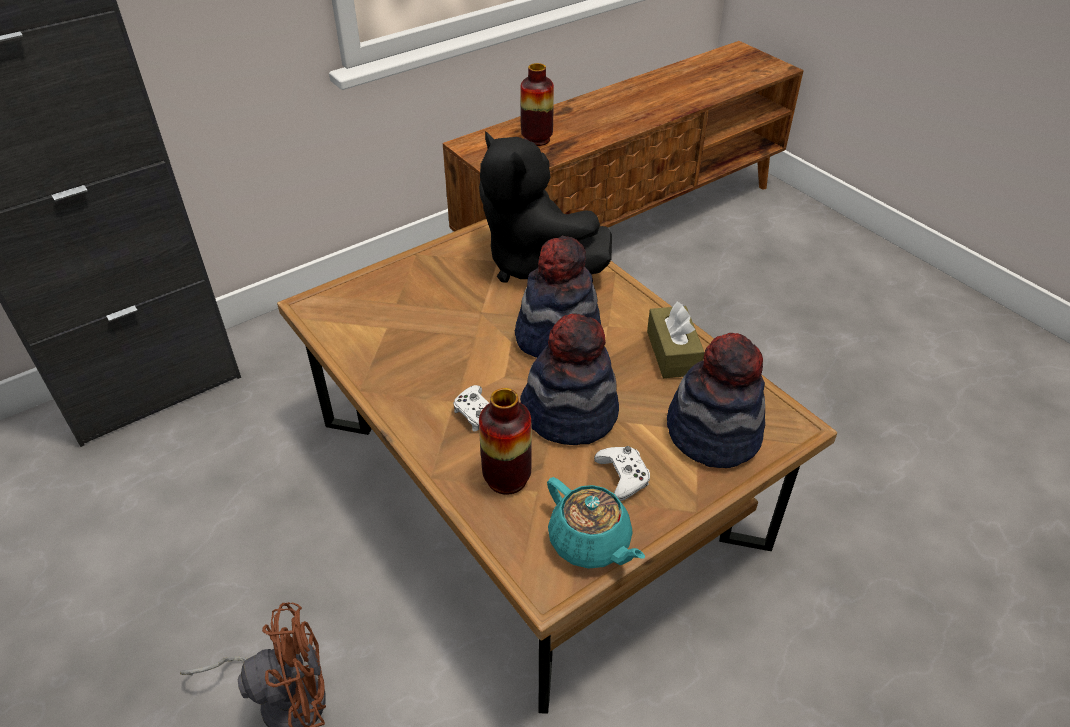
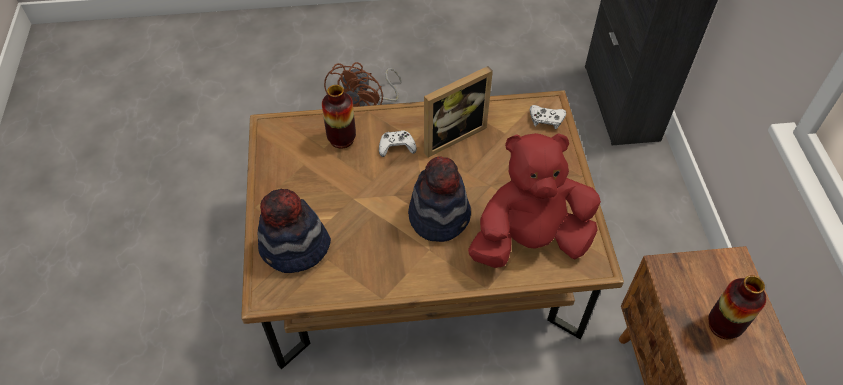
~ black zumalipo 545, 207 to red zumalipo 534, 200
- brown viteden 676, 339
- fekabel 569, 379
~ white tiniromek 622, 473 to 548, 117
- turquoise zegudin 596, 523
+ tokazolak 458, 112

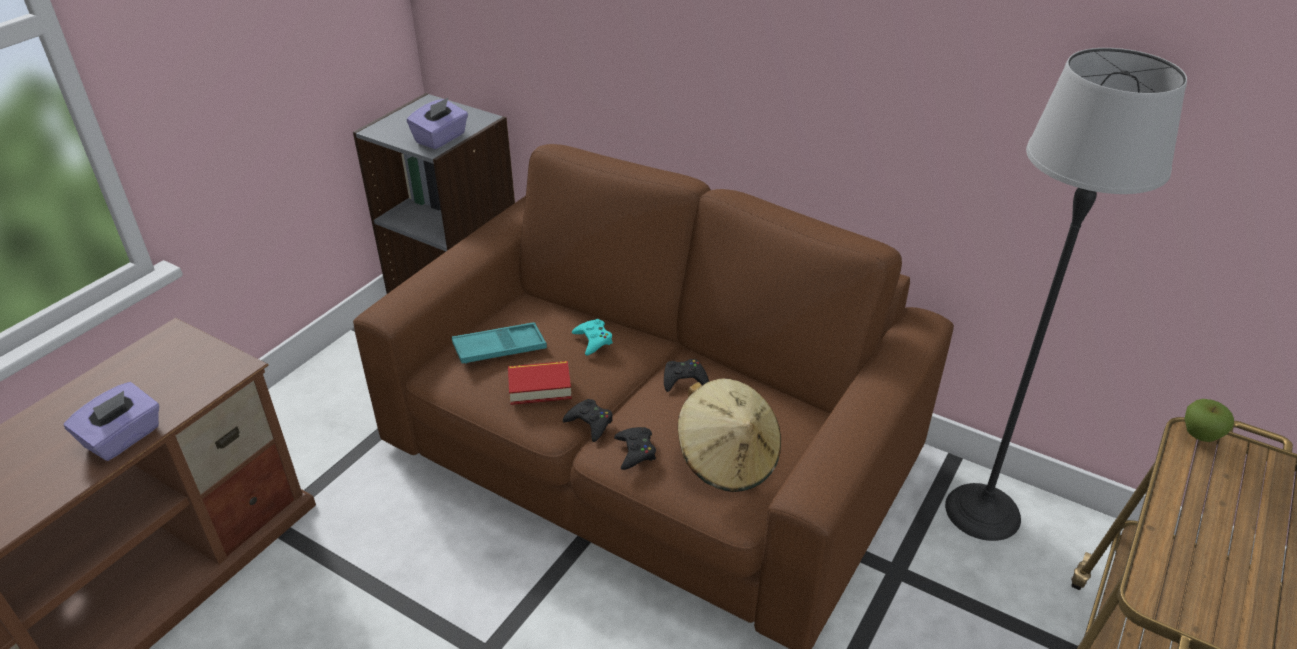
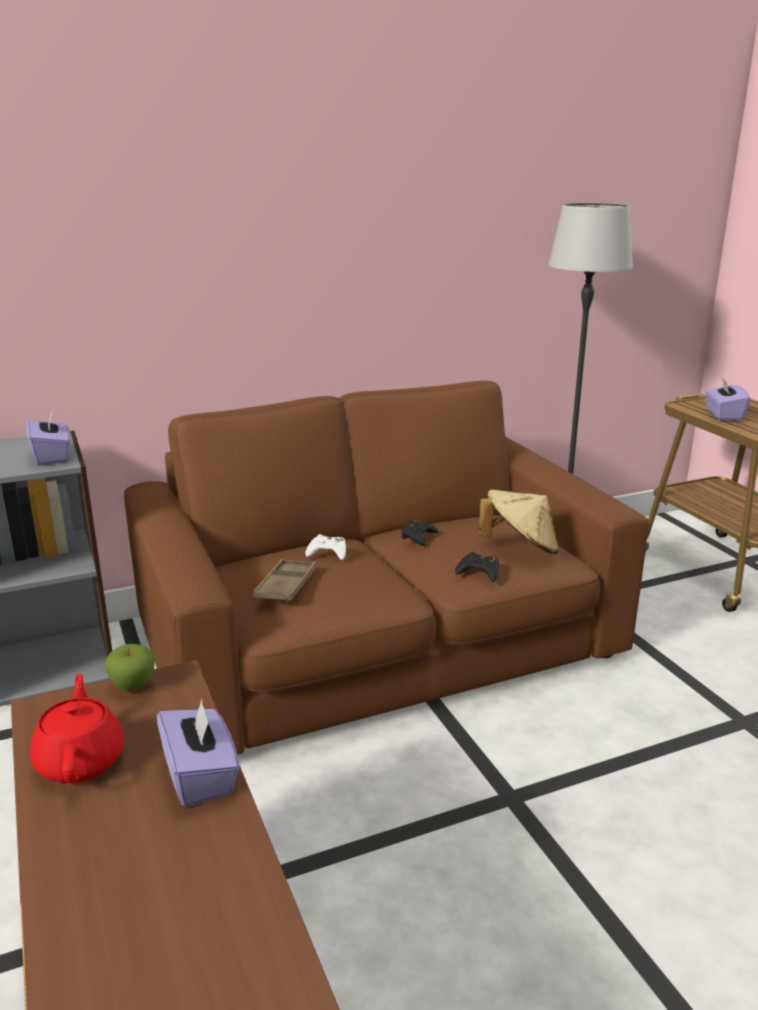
~ turquoise tiniromek 592, 337 to white tiniromek 325, 547
~ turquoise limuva 499, 343 to brown limuva 285, 581
- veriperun 540, 383
- black tiniromek 588, 420
~ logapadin 1209, 420 to 130, 667
+ purple viteden 727, 399
+ red zegudin 77, 728

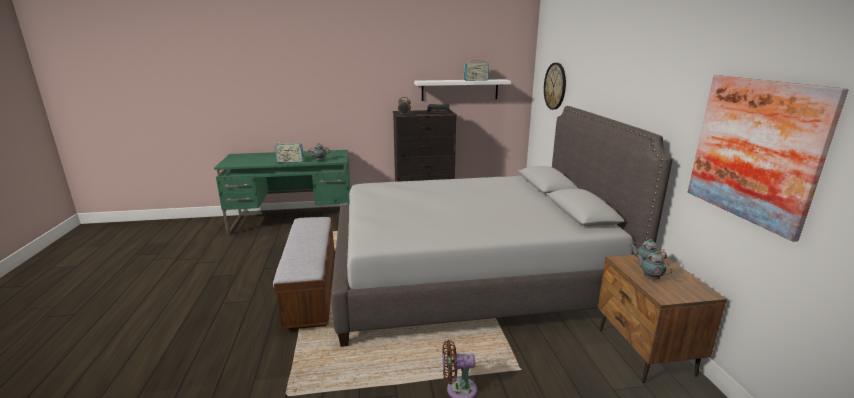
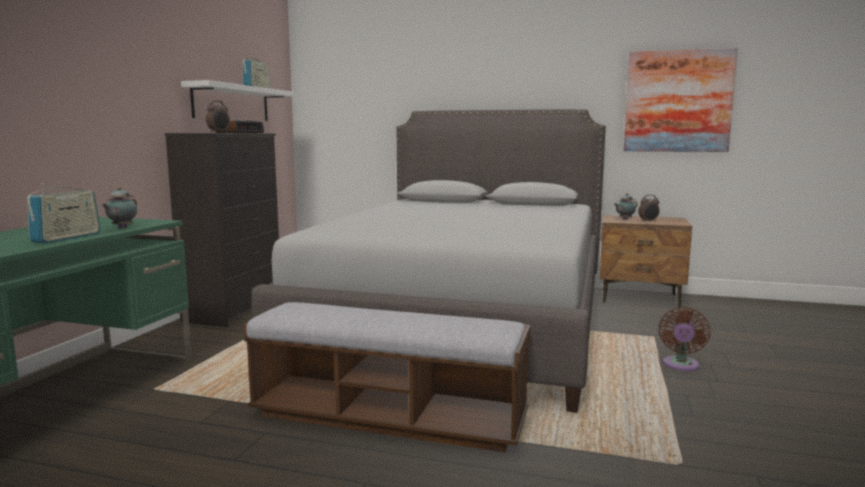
- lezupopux 555, 86
~ zegudin 654, 265 to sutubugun 649, 208

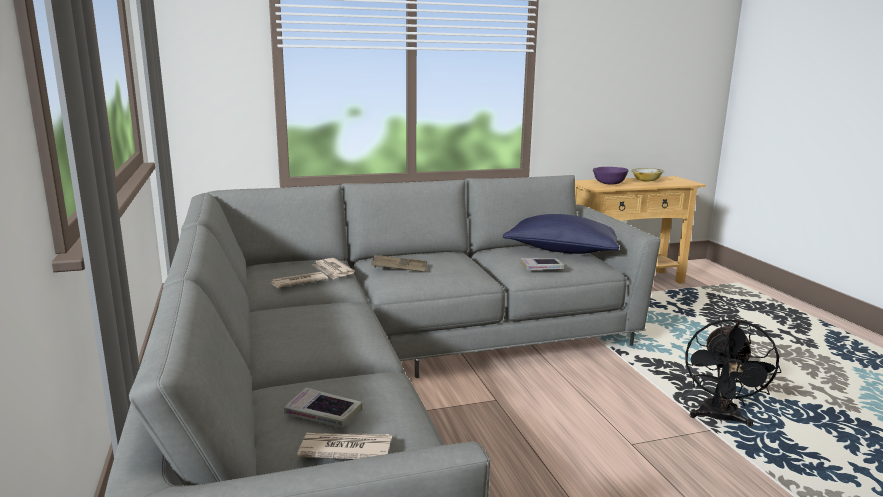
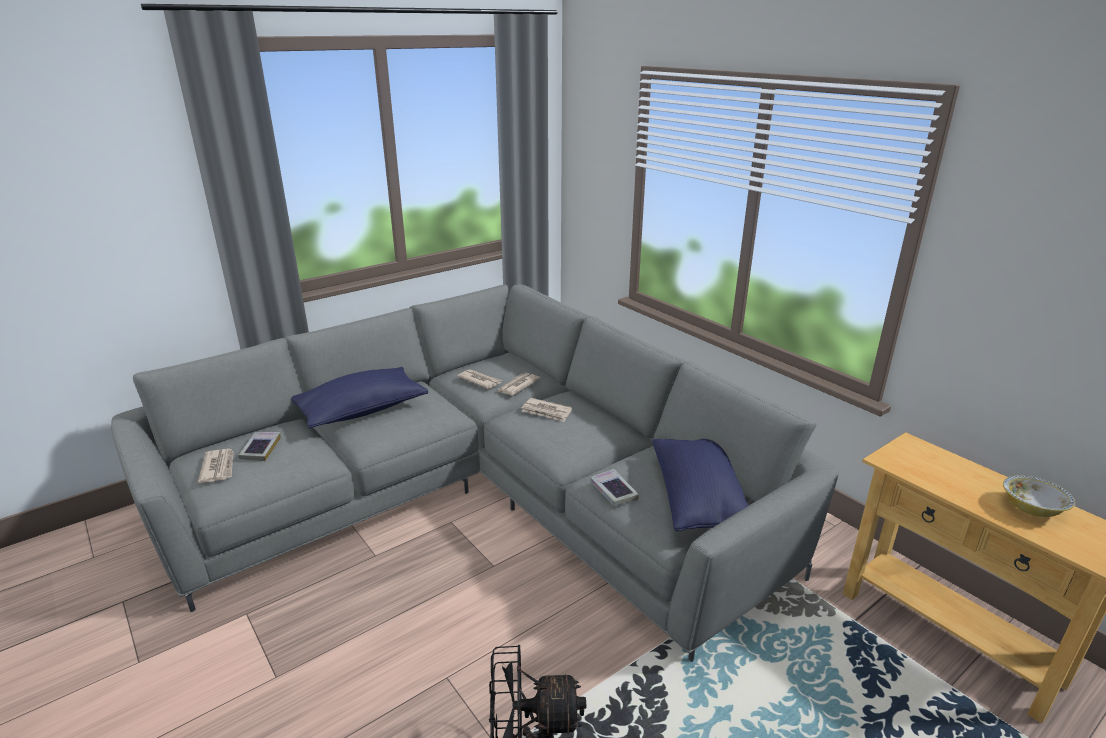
- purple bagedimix 610, 176
~ brown limuva 399, 263 to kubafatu 546, 410
+ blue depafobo 359, 397

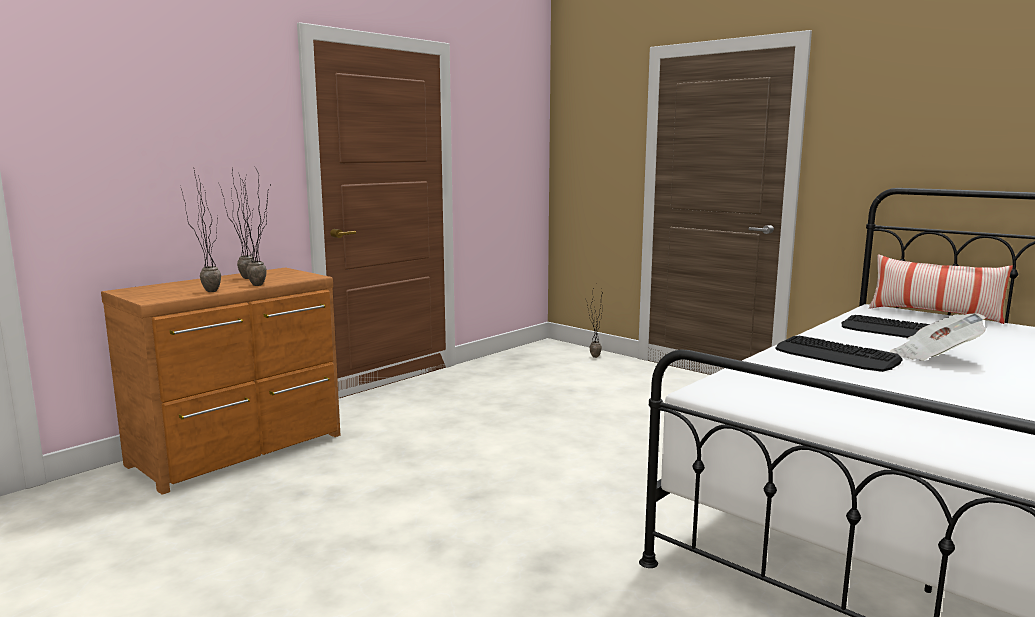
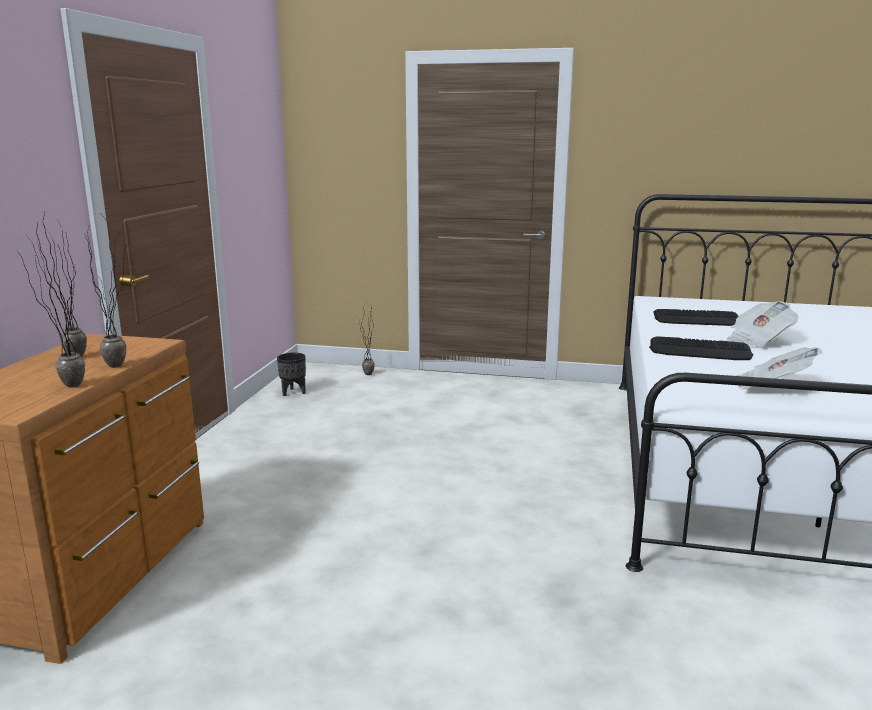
- depafobo 941, 289
+ kubafatu 779, 368
+ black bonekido 291, 374

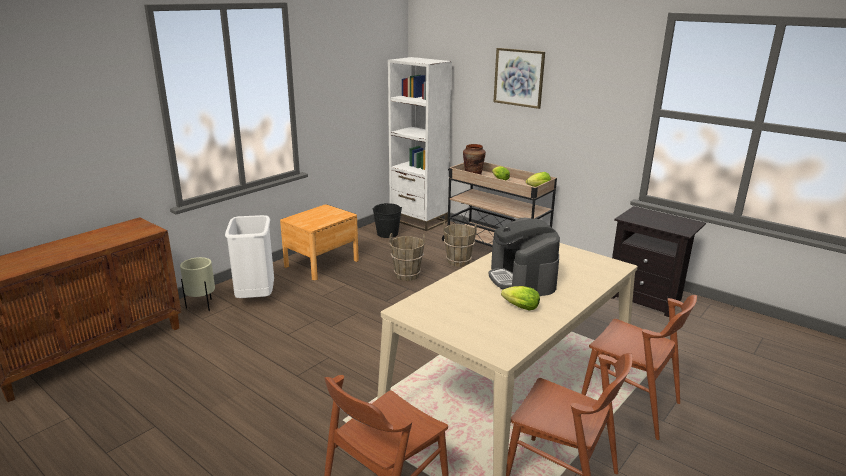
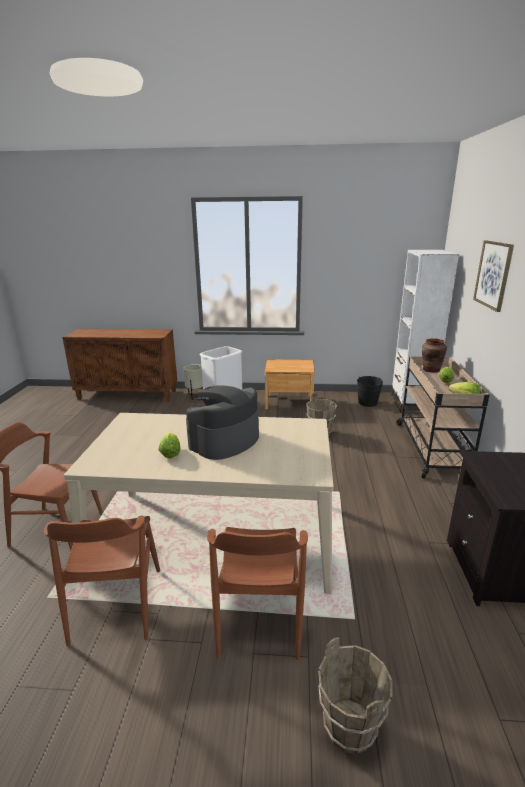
~ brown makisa 460, 244 to 355, 695

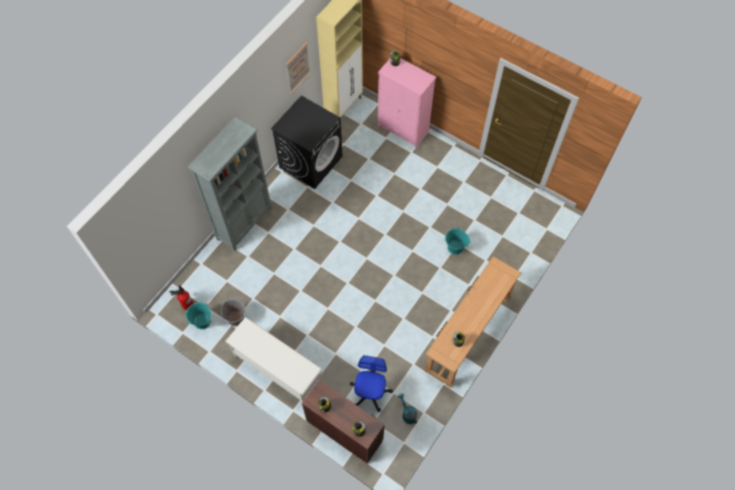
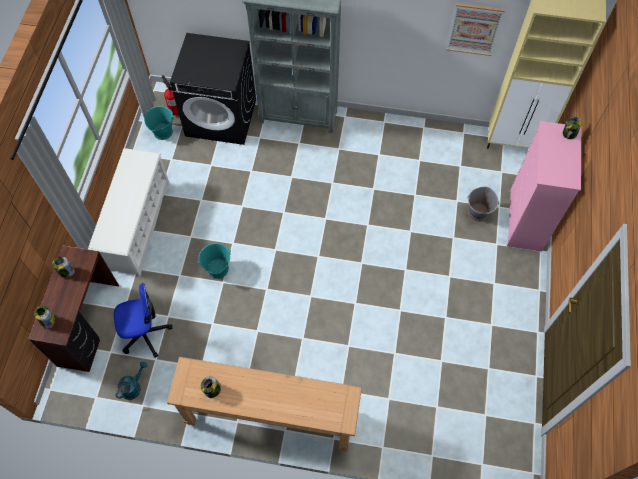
~ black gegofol 307, 142 to 213, 89
~ turquoise makisa 457, 241 to 214, 260
~ grey makisa 233, 313 to 483, 204

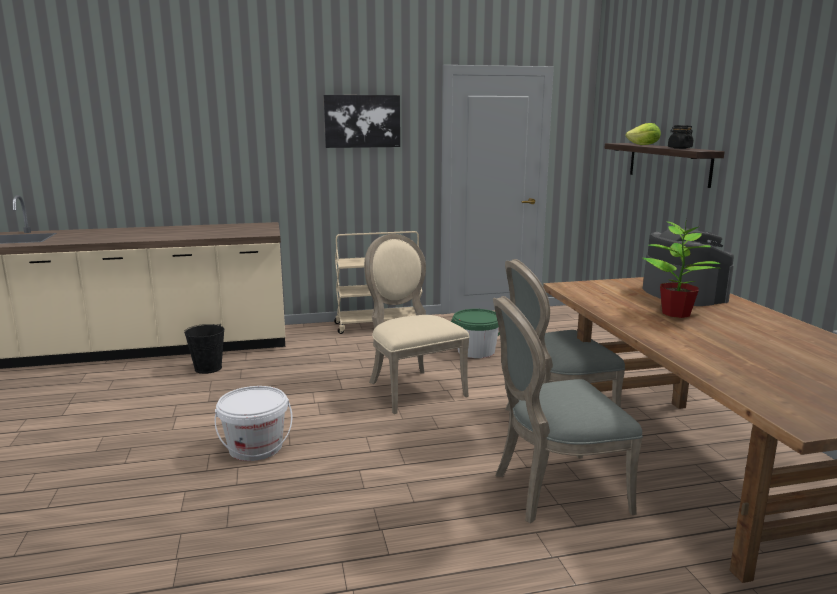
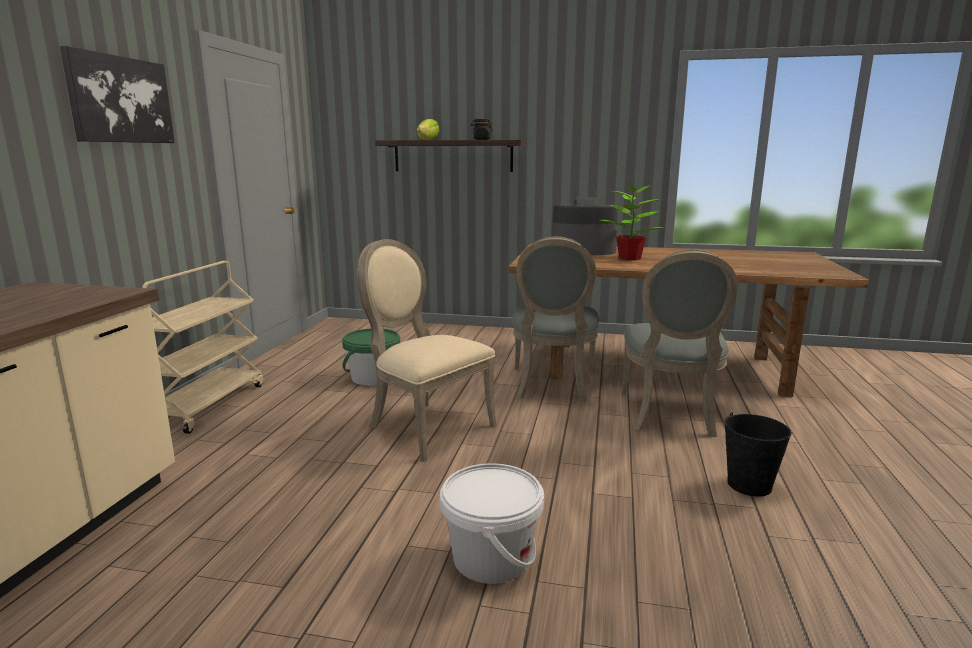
~ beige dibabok 417, 324 = 426, 350 45 degrees clockwise
~ black makisa 204, 349 to 758, 454

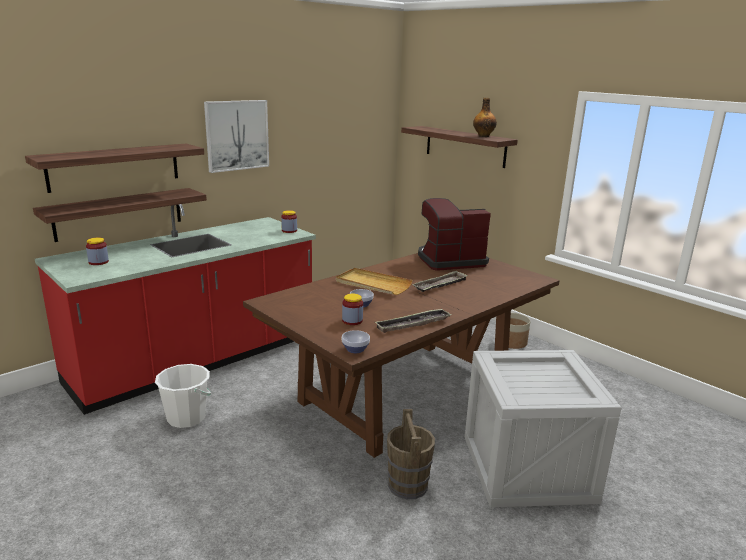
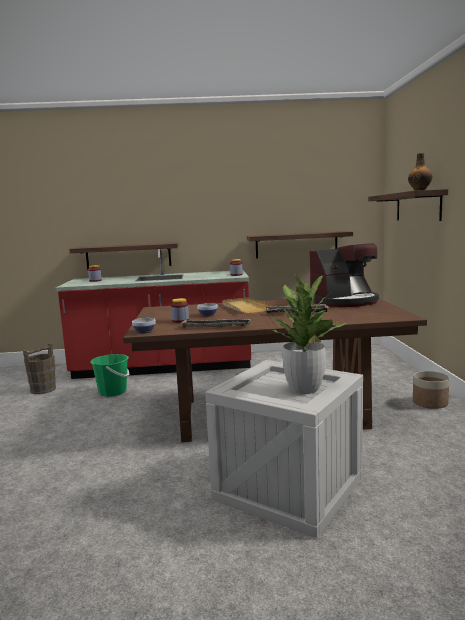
- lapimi 236, 136
~ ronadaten 114, 168 to 300, 245
~ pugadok 454, 234 = 344, 275 135 degrees clockwise
~ white makisa 183, 396 to green makisa 110, 375
~ brown makisa 411, 454 to 39, 368
+ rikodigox 306, 334

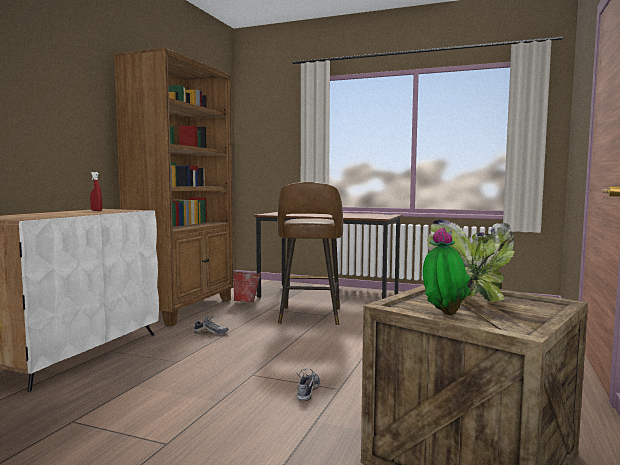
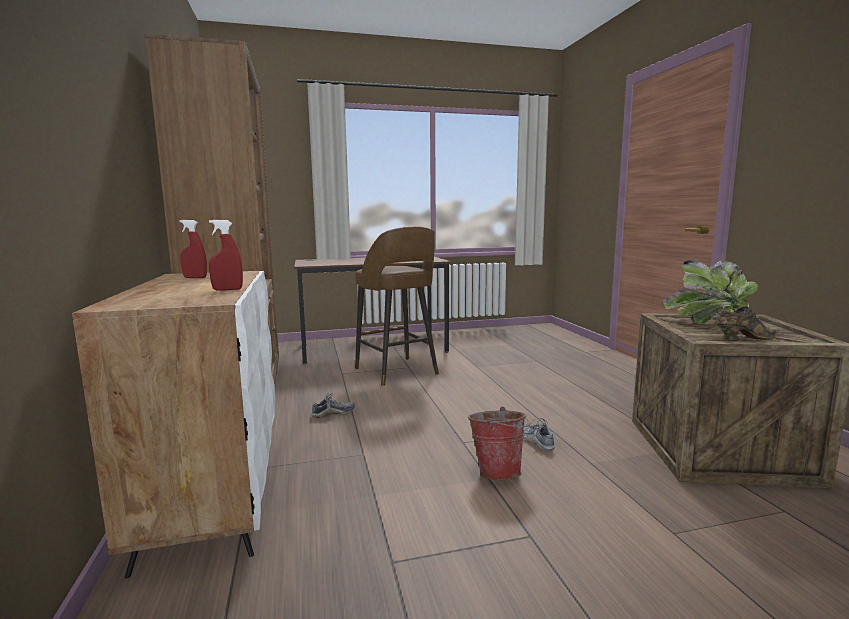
~ rikodigox 447, 271 to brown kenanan 747, 323
~ makisa 247, 286 to 499, 443
+ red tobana 226, 255

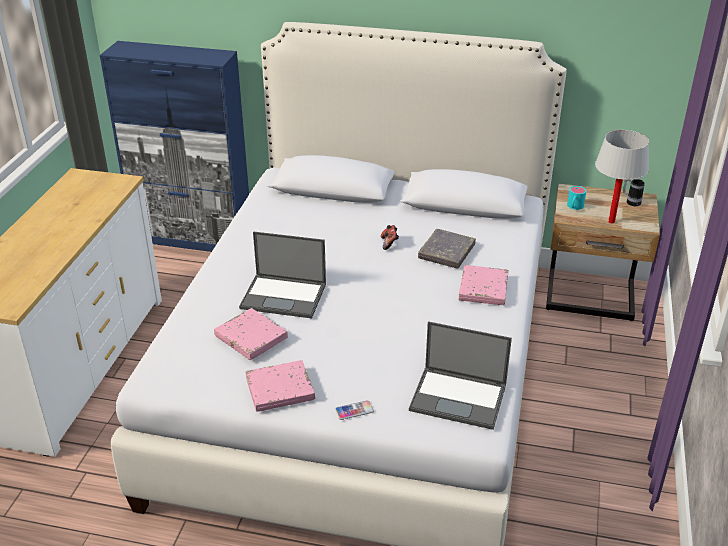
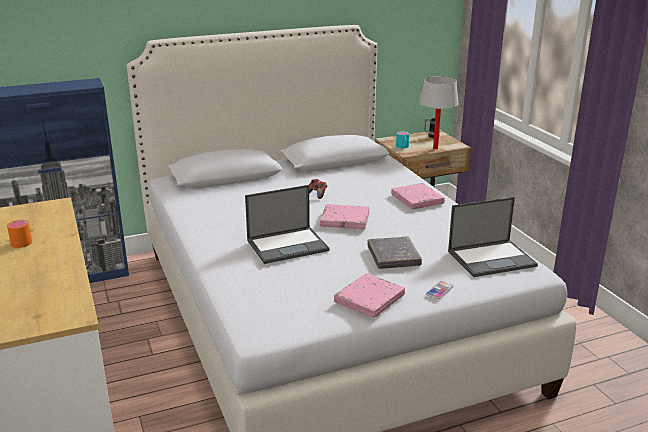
~ grey veriperun 447, 249 to 394, 253
~ pink veriperun 251, 334 to 344, 217
+ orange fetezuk 19, 234

